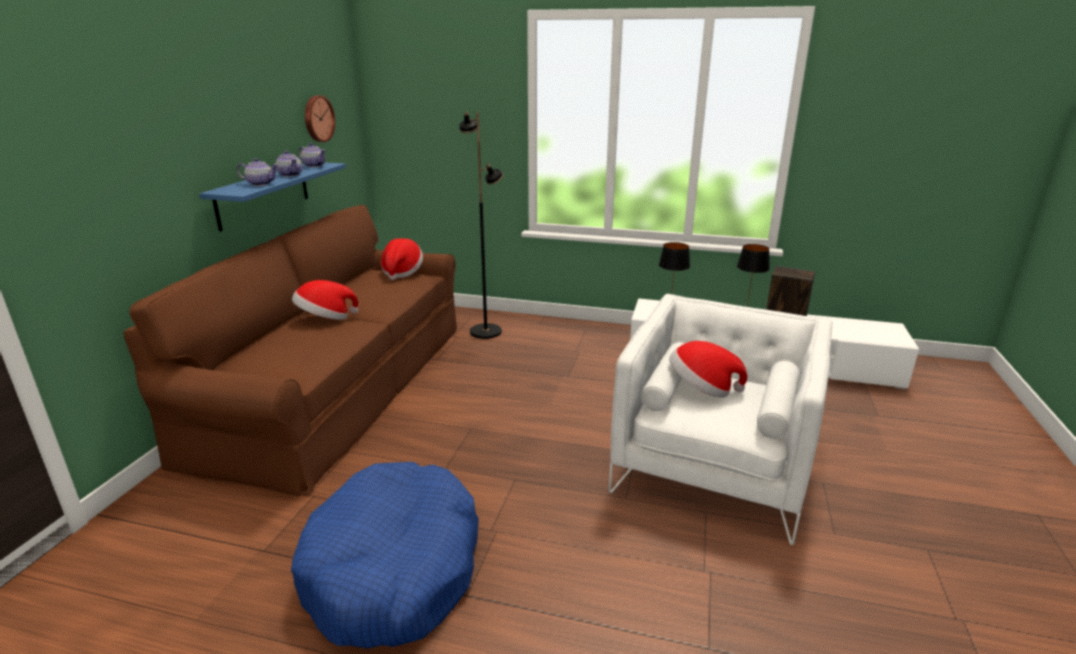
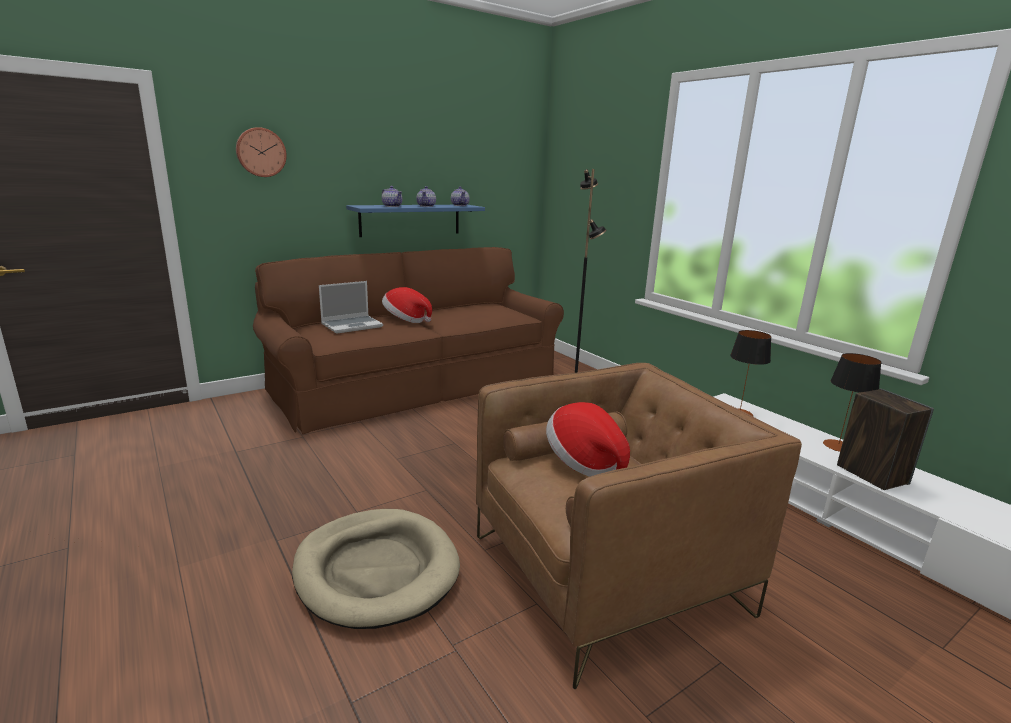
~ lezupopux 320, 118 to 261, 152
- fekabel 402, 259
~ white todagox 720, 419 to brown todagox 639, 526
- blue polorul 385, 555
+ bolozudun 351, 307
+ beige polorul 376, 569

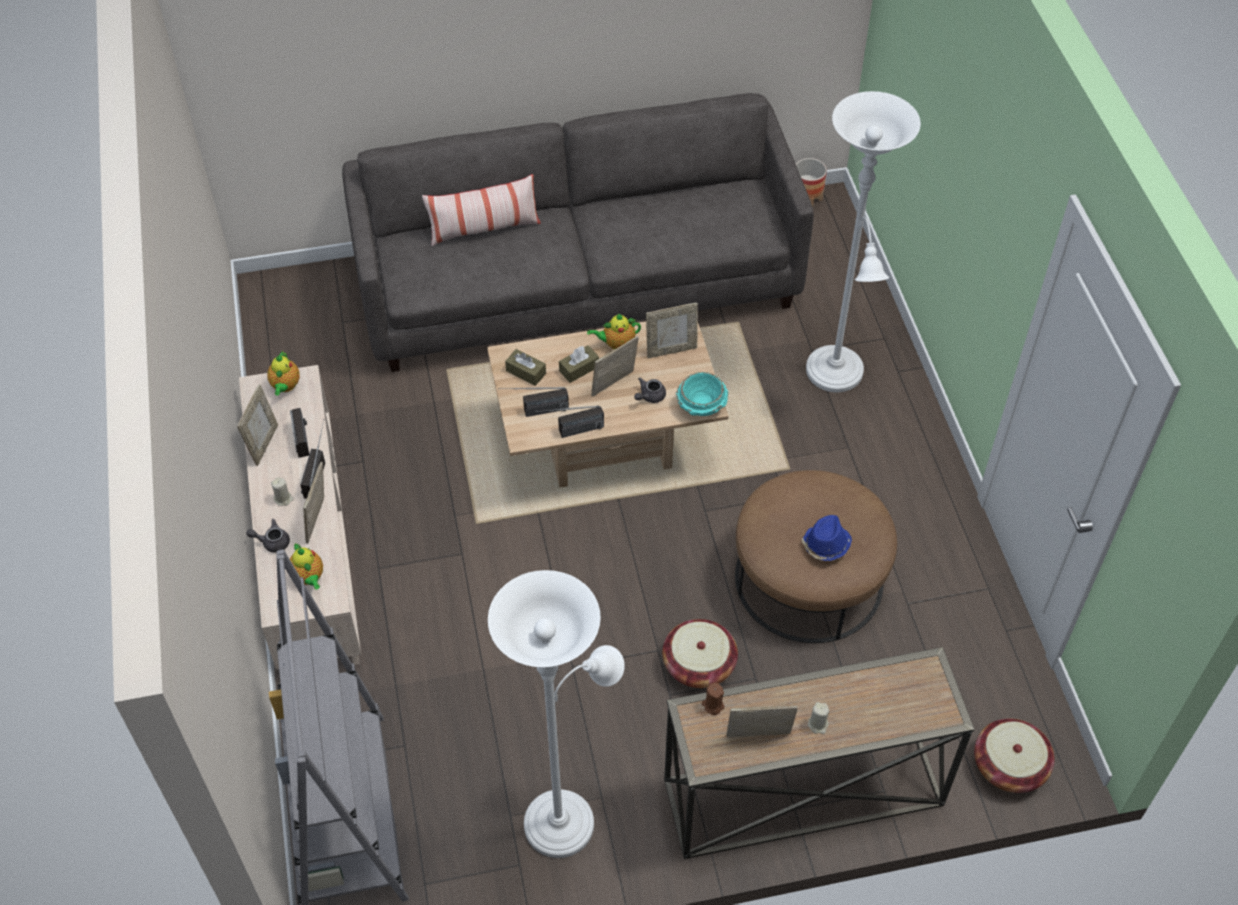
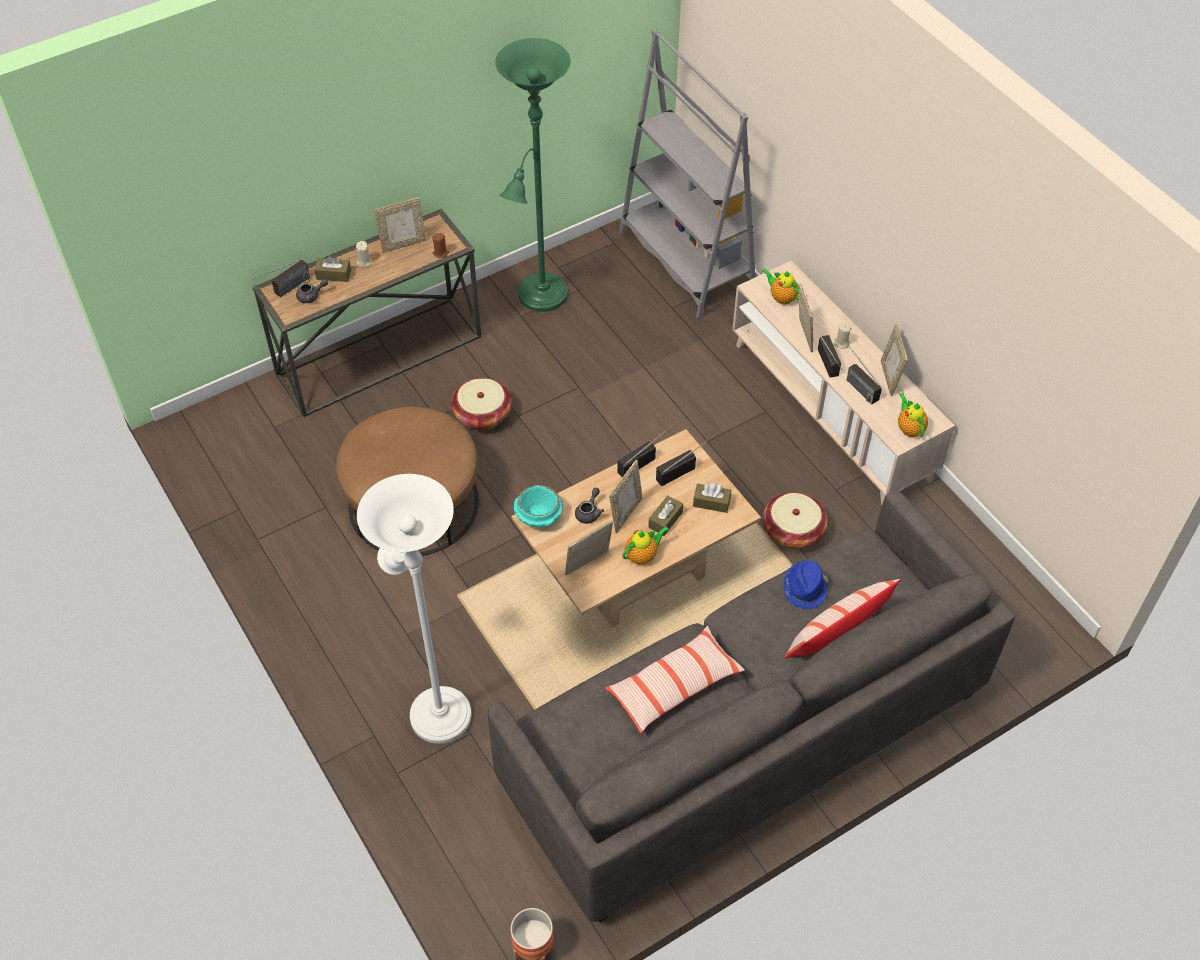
~ blue fekabel 827, 538 to 806, 584
~ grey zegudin 268, 536 to 312, 291
~ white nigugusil 556, 714 to green nigugusil 533, 175
~ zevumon 1014, 756 to 795, 520
+ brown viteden 332, 269
+ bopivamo 281, 278
+ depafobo 675, 679

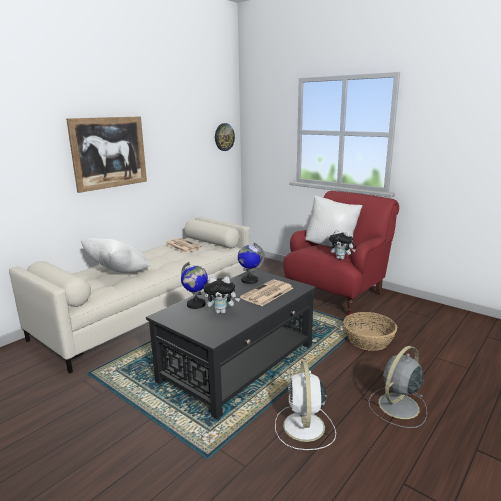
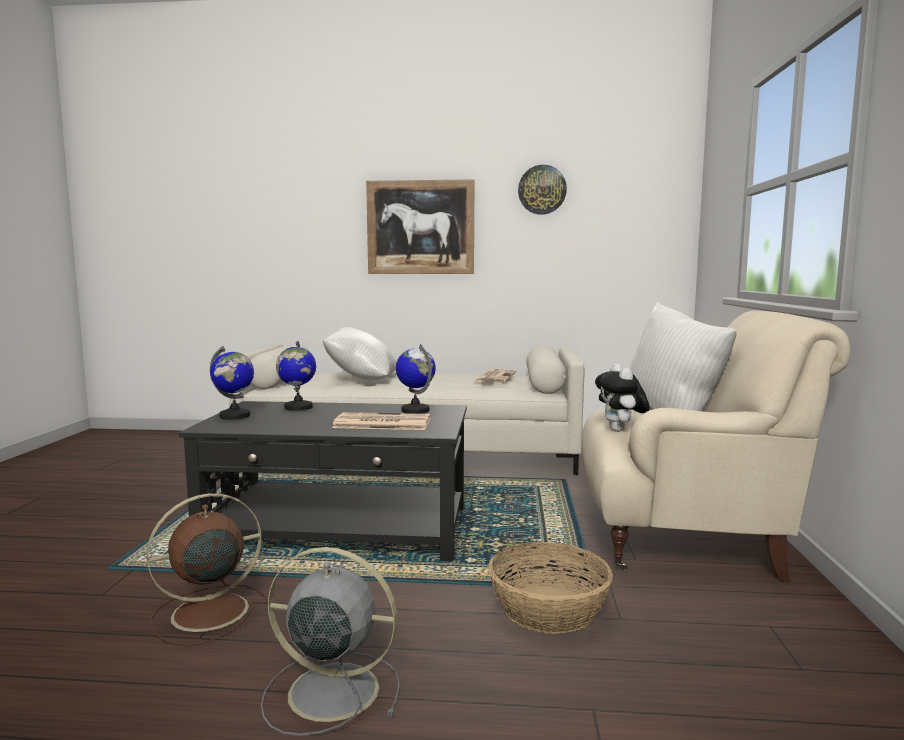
~ lezupopux 225, 137 to 542, 190
~ red todagox 341, 253 to beige todagox 716, 445
- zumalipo 222, 295
~ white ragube 305, 405 to brown ragube 207, 569
+ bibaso 232, 383

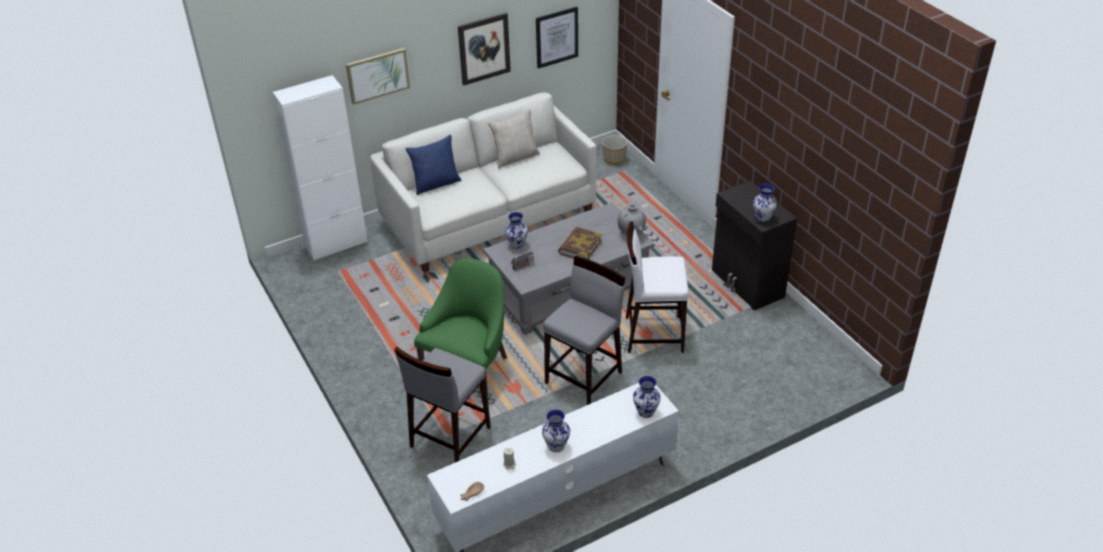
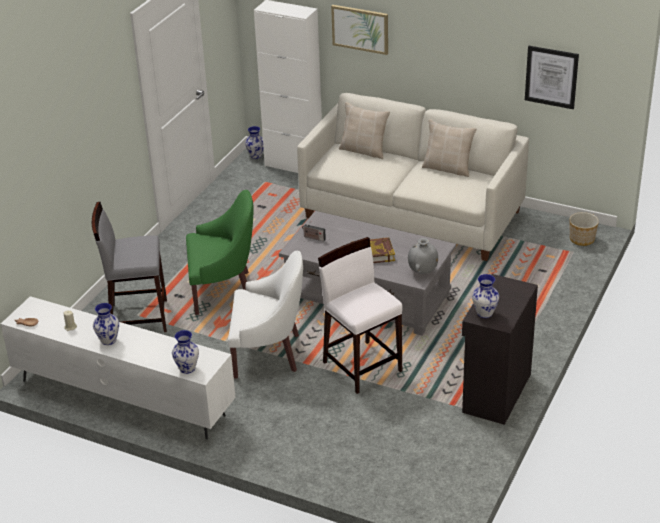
- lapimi 484, 49
~ blue depafobo 433, 165 to beige depafobo 364, 130
~ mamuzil 516, 230 to 254, 142
~ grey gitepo 584, 330 to white todagox 265, 314

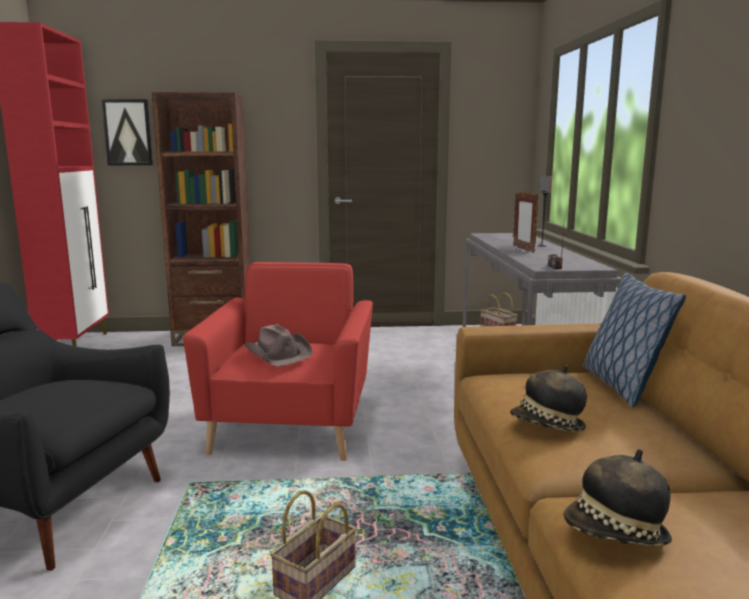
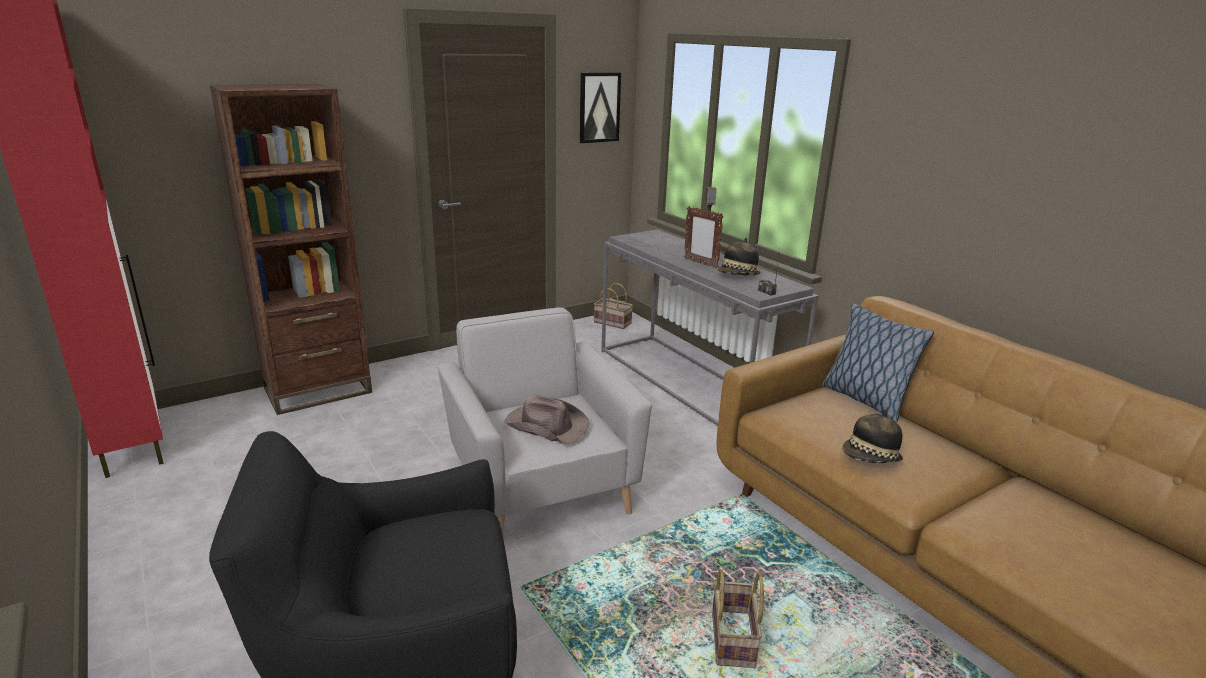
~ lapimi 127, 132 to 600, 107
~ red todagox 278, 361 to grey todagox 545, 421
~ fekabel 618, 497 to 739, 257

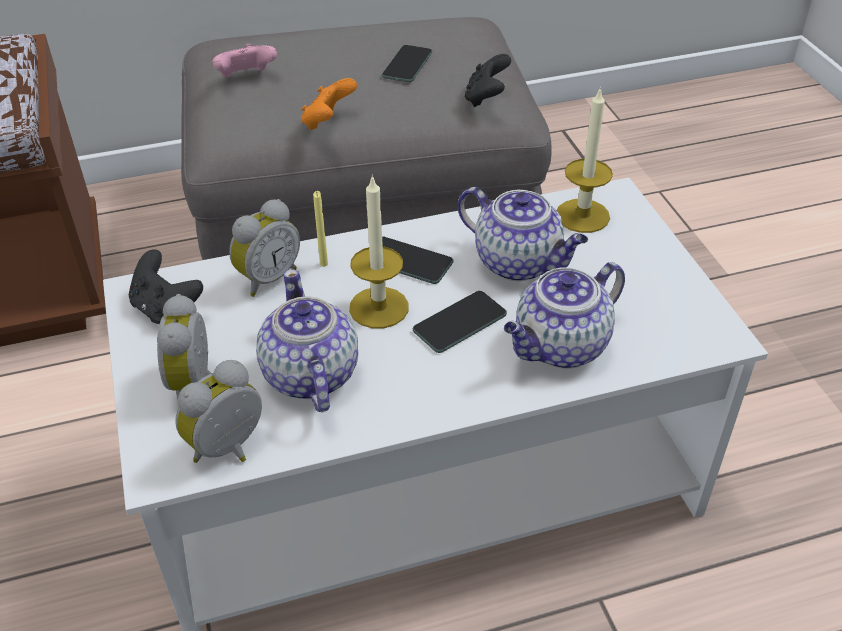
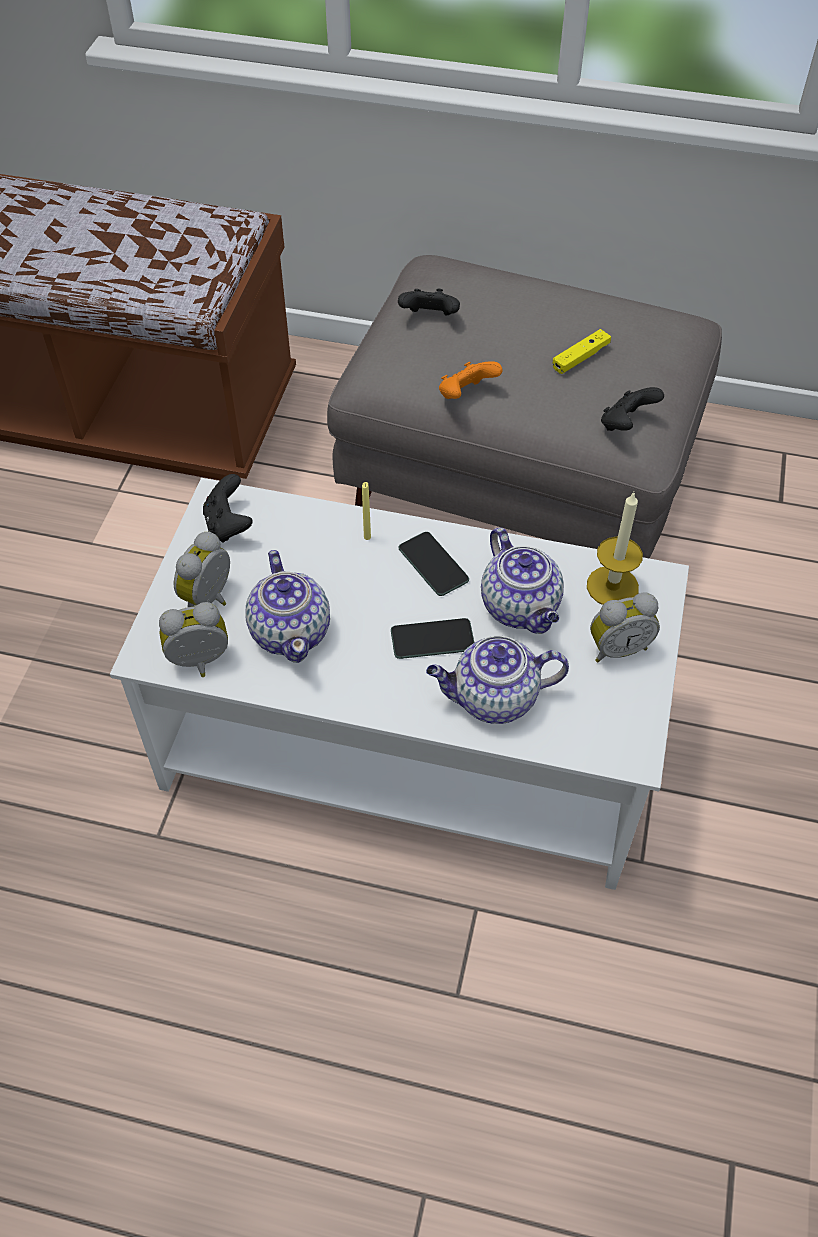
~ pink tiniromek 245, 60 to black tiniromek 429, 302
~ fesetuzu 407, 63 to yellow tiniromek 581, 351
- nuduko 379, 251
~ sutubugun 264, 248 to 625, 627
~ zegudin 307, 340 = 287, 606 150 degrees clockwise

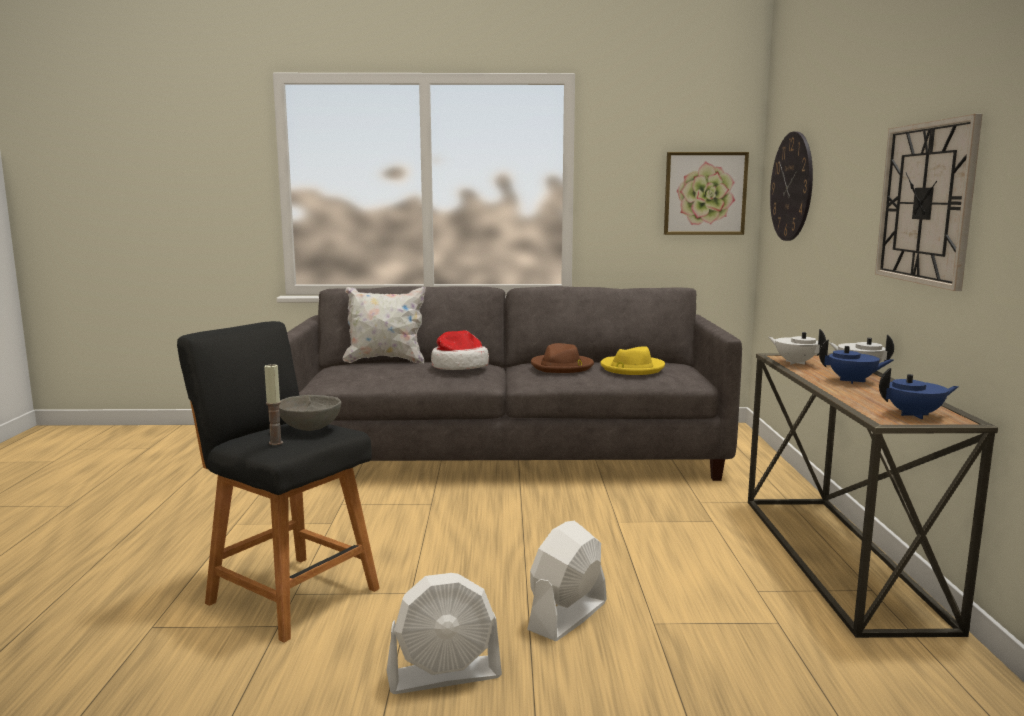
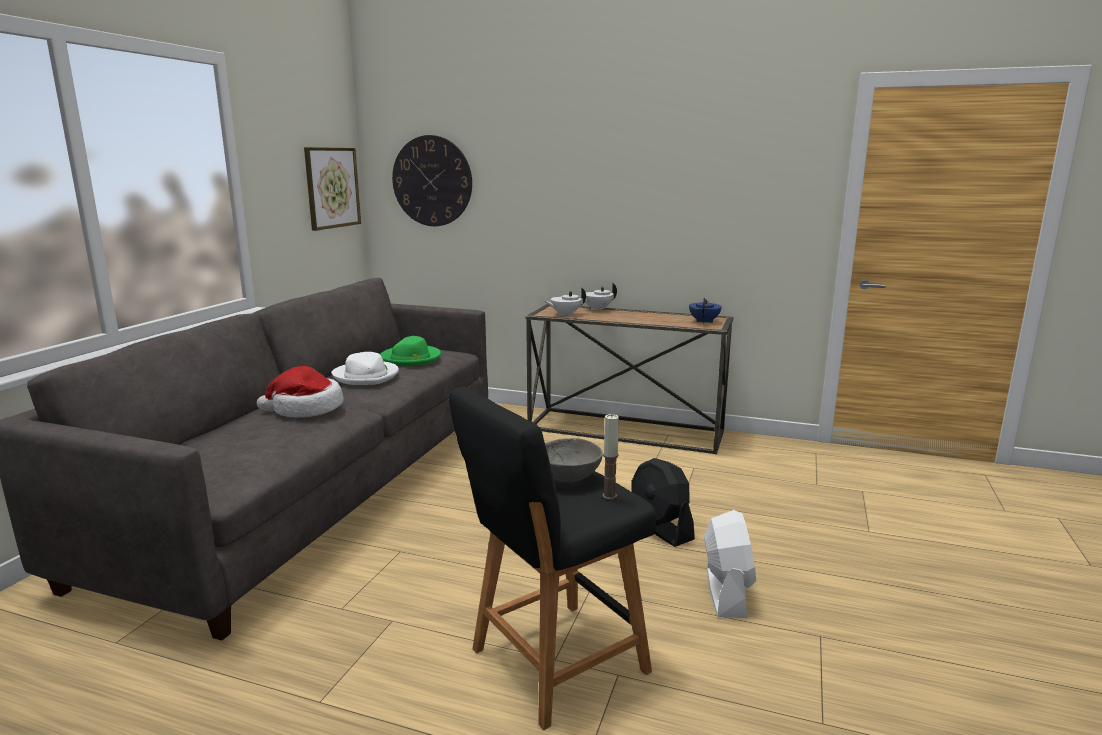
- lezupopux 928, 202
- white depafobo 384, 325
- blue zegudin 856, 361
~ brown fekabel 562, 358 to white fekabel 365, 368
~ yellow fekabel 632, 360 to green fekabel 410, 351
~ white ragube 567, 581 to black ragube 663, 502

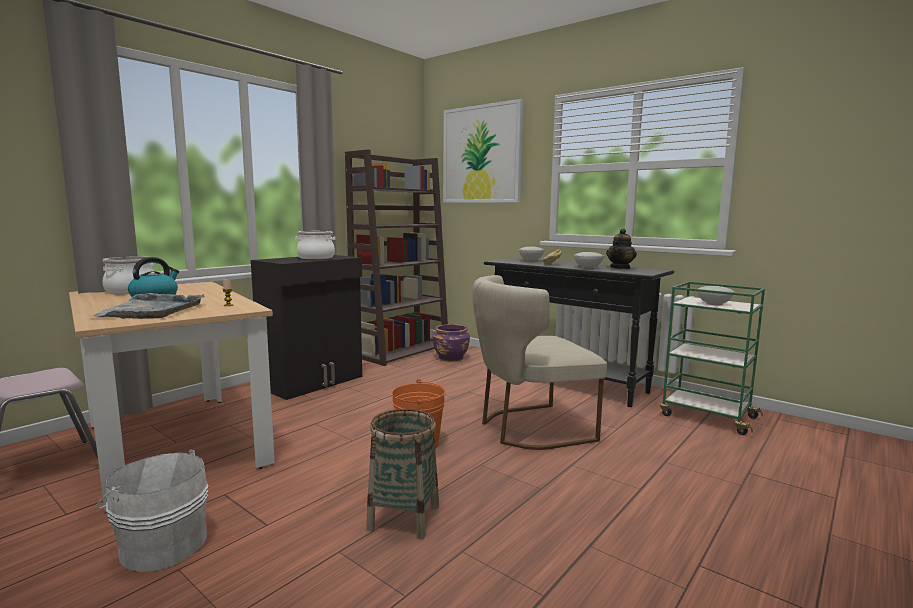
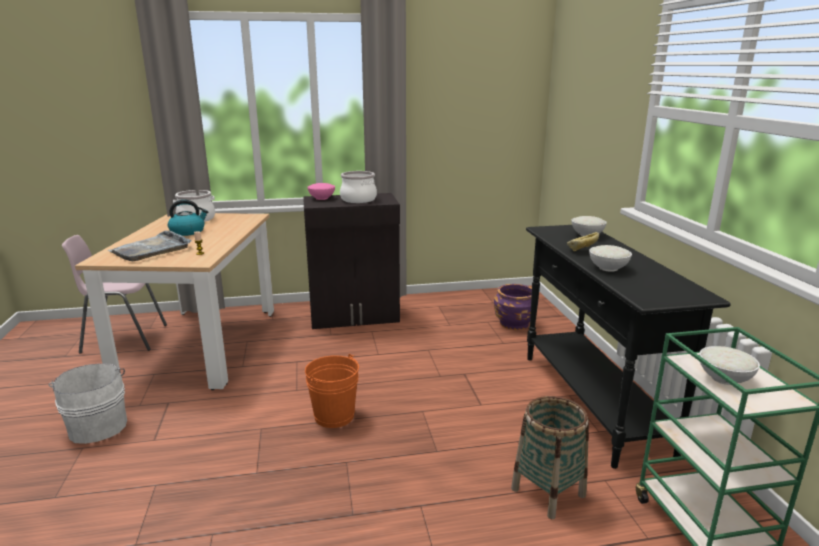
- lapimi 483, 151
- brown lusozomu 396, 257
- zegudin 621, 248
- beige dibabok 539, 362
~ zevumon 402, 474 to 550, 457
+ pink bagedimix 321, 191

